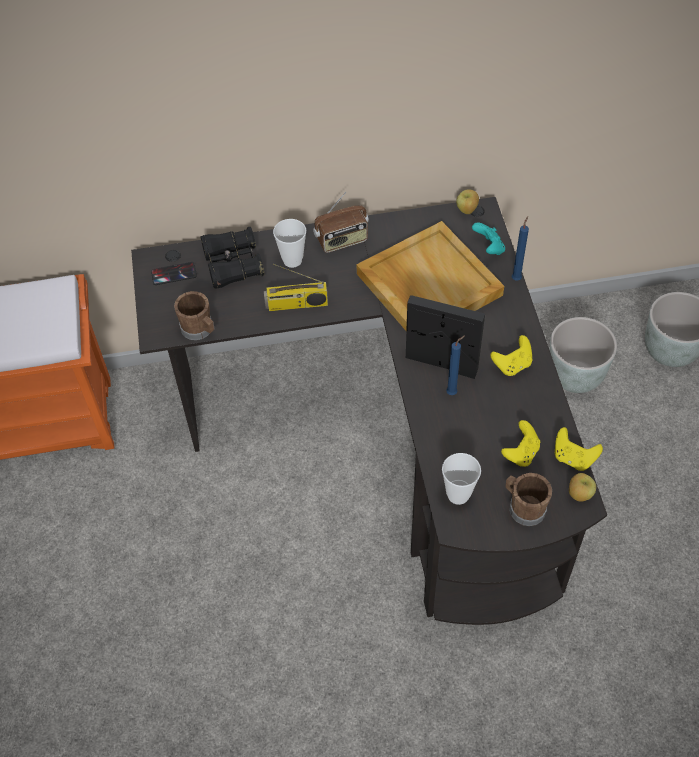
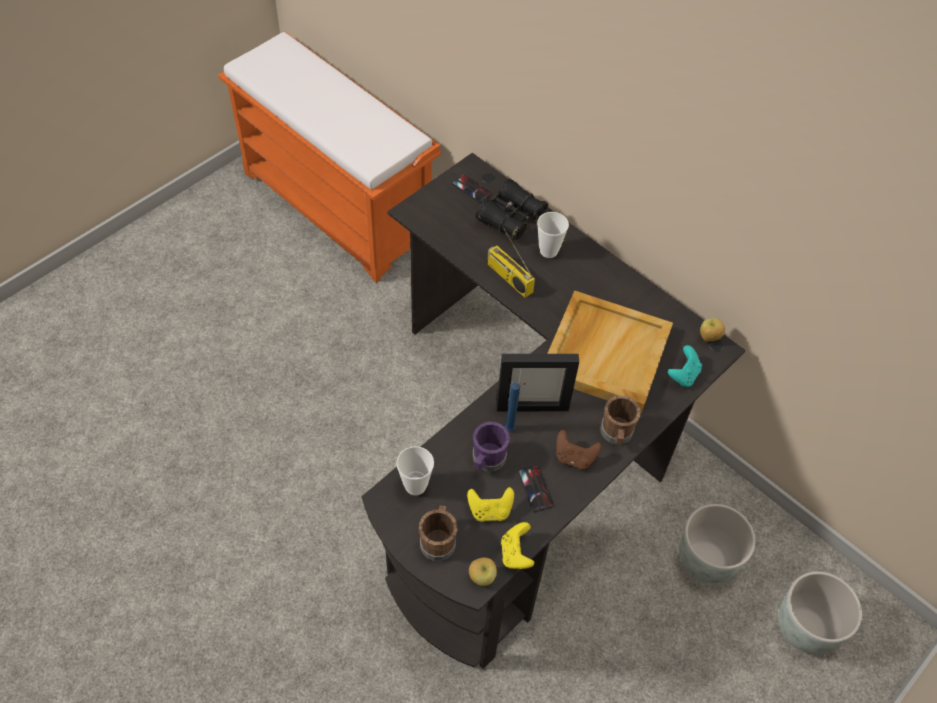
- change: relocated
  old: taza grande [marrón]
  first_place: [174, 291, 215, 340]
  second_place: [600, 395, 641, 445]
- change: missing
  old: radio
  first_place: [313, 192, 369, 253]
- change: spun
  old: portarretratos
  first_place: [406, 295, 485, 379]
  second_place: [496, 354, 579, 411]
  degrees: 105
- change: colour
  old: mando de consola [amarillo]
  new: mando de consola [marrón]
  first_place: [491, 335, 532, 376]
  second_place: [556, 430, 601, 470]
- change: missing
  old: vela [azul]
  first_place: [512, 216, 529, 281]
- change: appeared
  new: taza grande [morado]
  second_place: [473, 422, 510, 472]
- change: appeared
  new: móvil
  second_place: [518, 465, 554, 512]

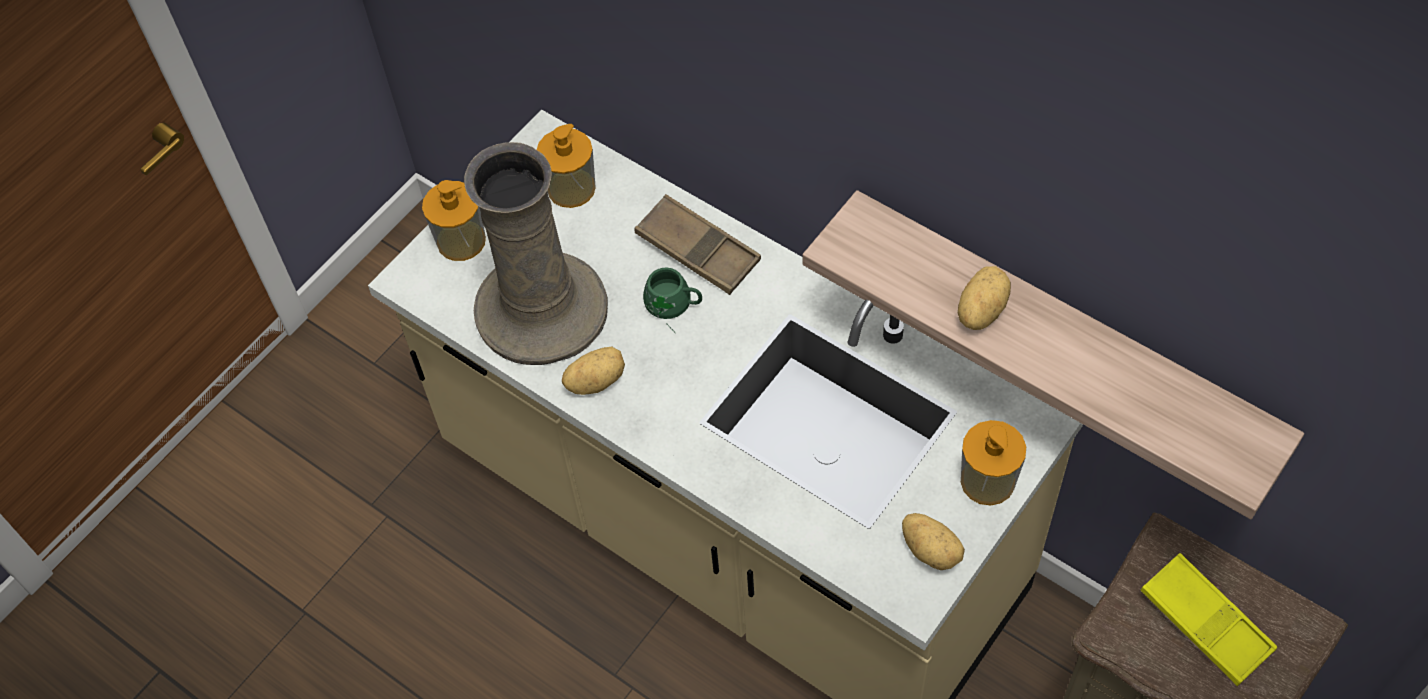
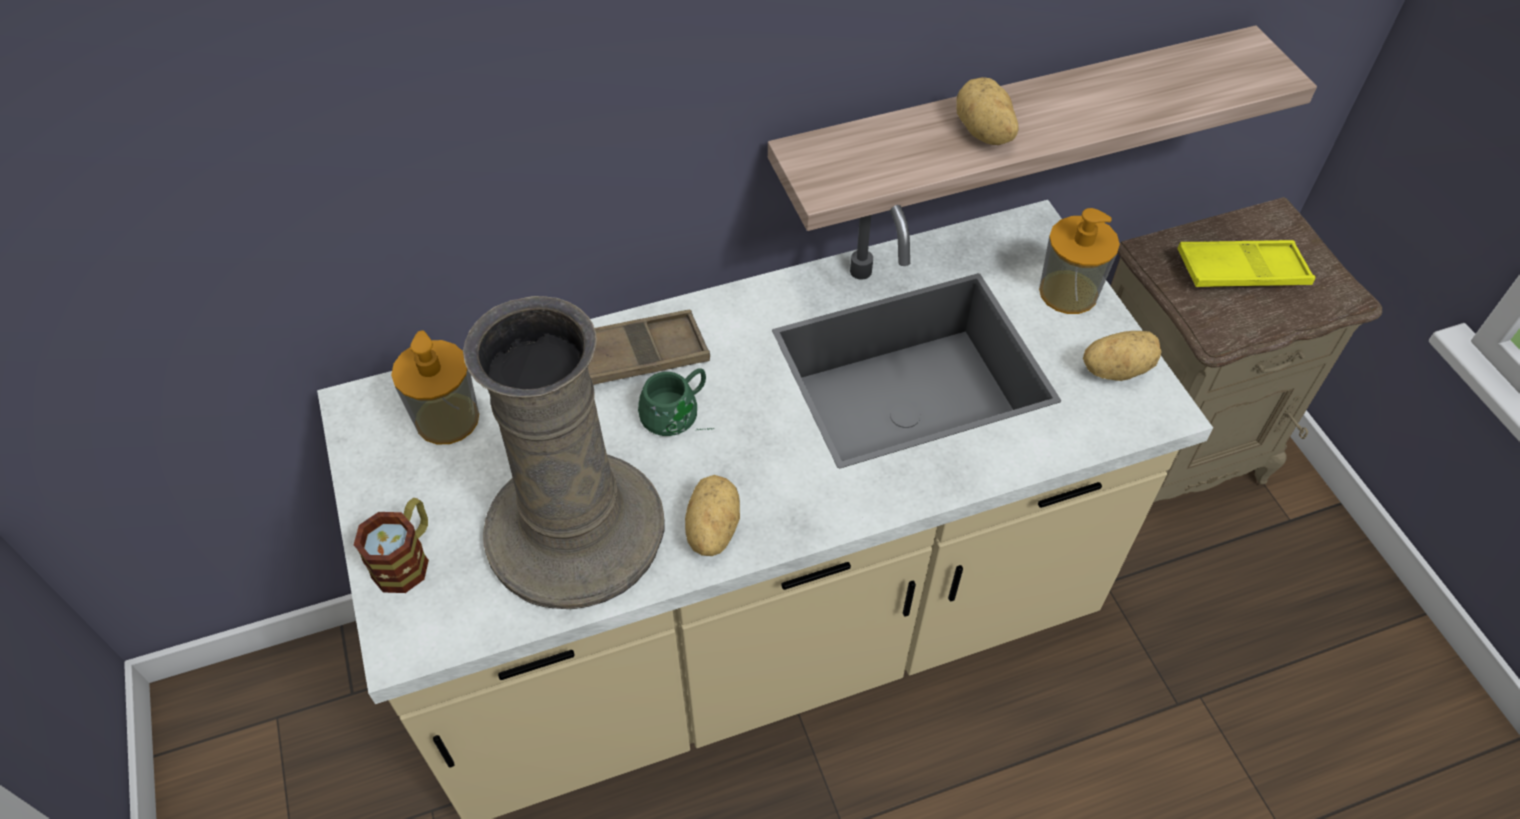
- change: exchanged
  old: dispensador de jabón
  new: taza grande
  first_place: [422, 180, 486, 261]
  second_place: [354, 498, 429, 593]

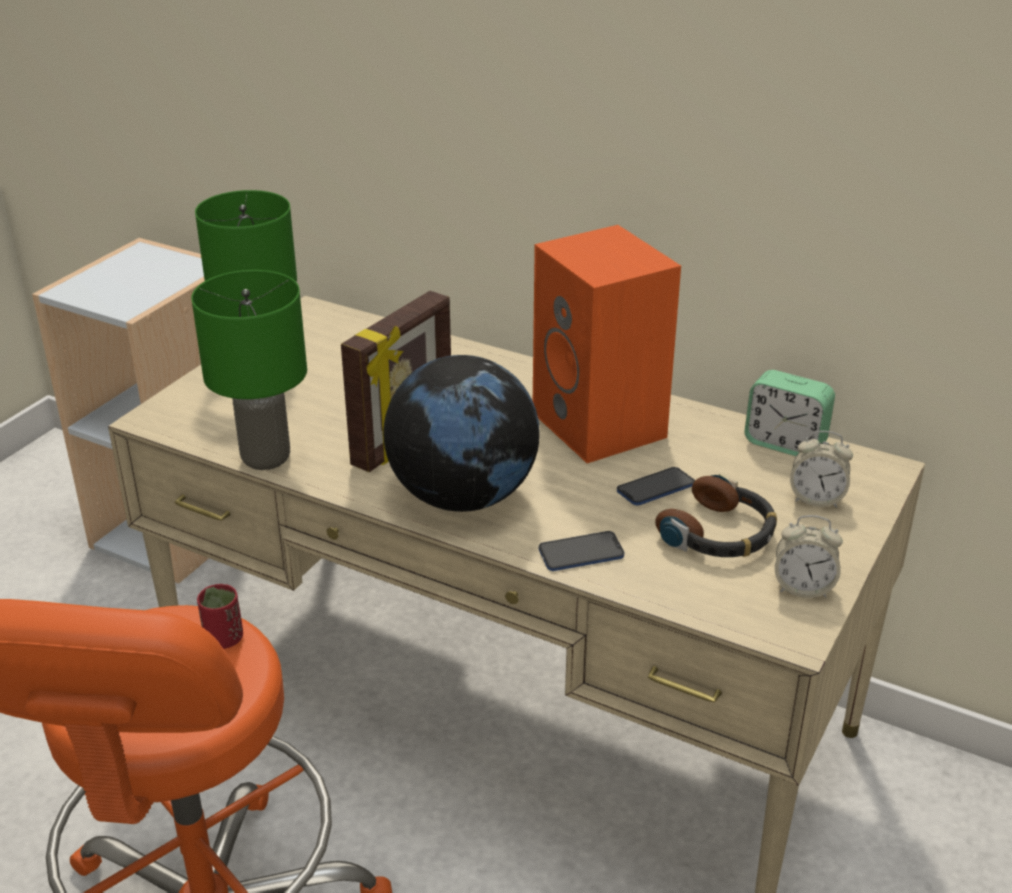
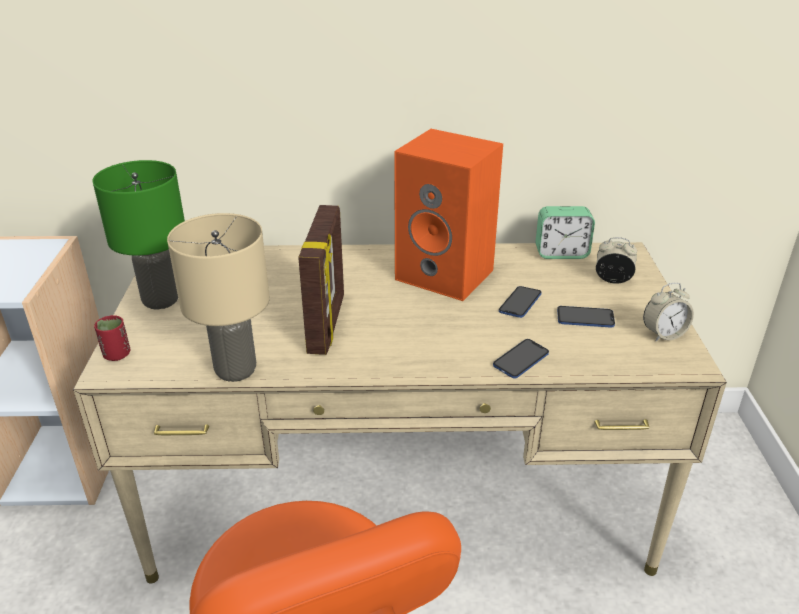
- change: colour
  old: lámpara de mesa [verde]
  new: lámpara de mesa [beis]
  first_place: [191, 270, 307, 470]
  second_place: [167, 213, 270, 382]
- change: relocated
  old: taza [rojo]
  first_place: [197, 584, 243, 649]
  second_place: [94, 315, 130, 361]
- change: missing
  old: globo terráqueo
  first_place: [384, 355, 540, 512]
- change: exchanged
  old: auriculares
  new: móvil
  first_place: [655, 474, 777, 557]
  second_place: [557, 306, 615, 328]
- change: spun
  old: despertador
  first_place: [790, 431, 853, 508]
  second_place: [596, 237, 637, 284]
  degrees: -150

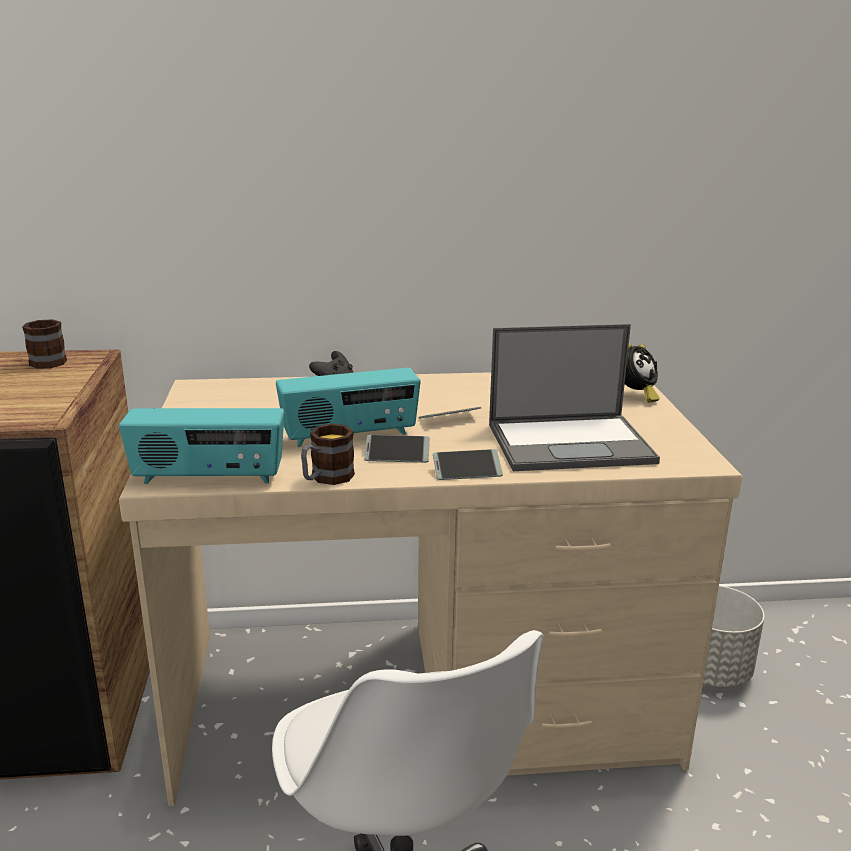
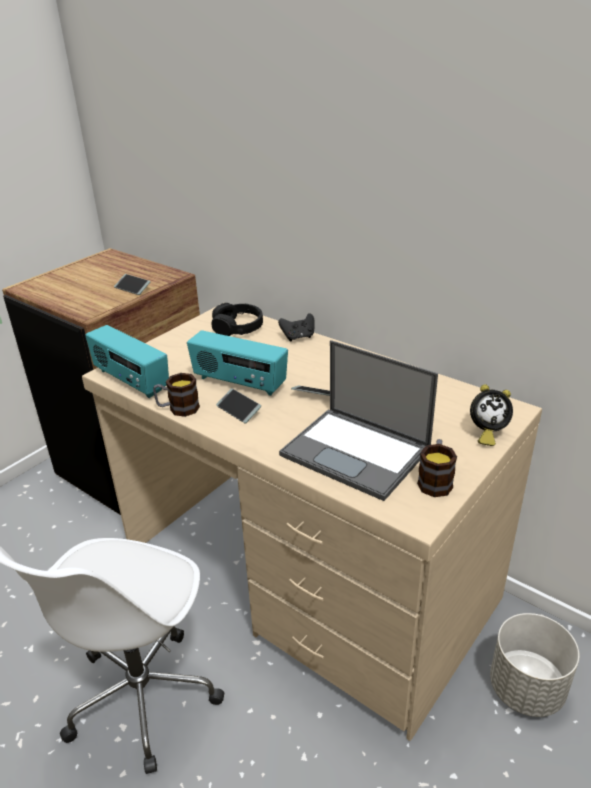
- change: relocated
  old: taza grande
  first_place: [22, 320, 67, 369]
  second_place: [417, 439, 457, 497]
- change: relocated
  old: móvil
  first_place: [433, 449, 503, 480]
  second_place: [114, 274, 150, 295]
- change: appeared
  new: auriculares [negro]
  second_place: [212, 303, 263, 336]

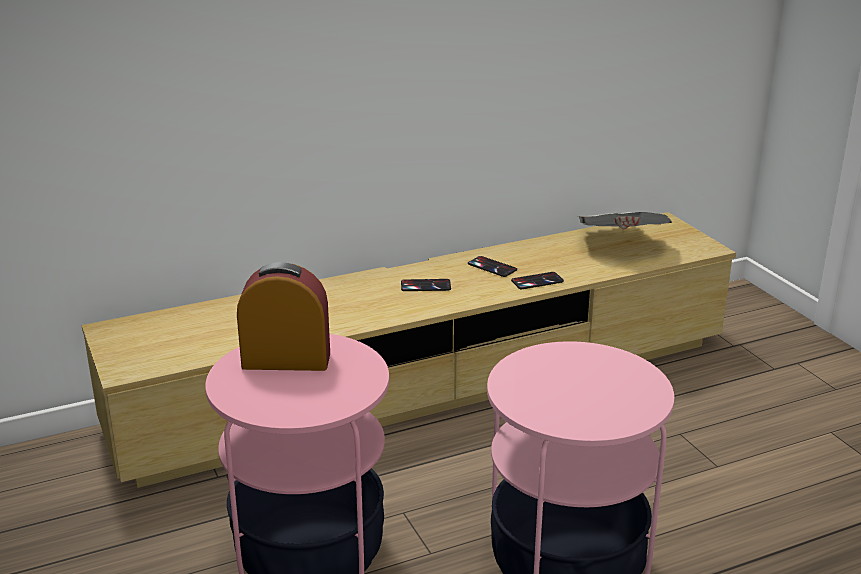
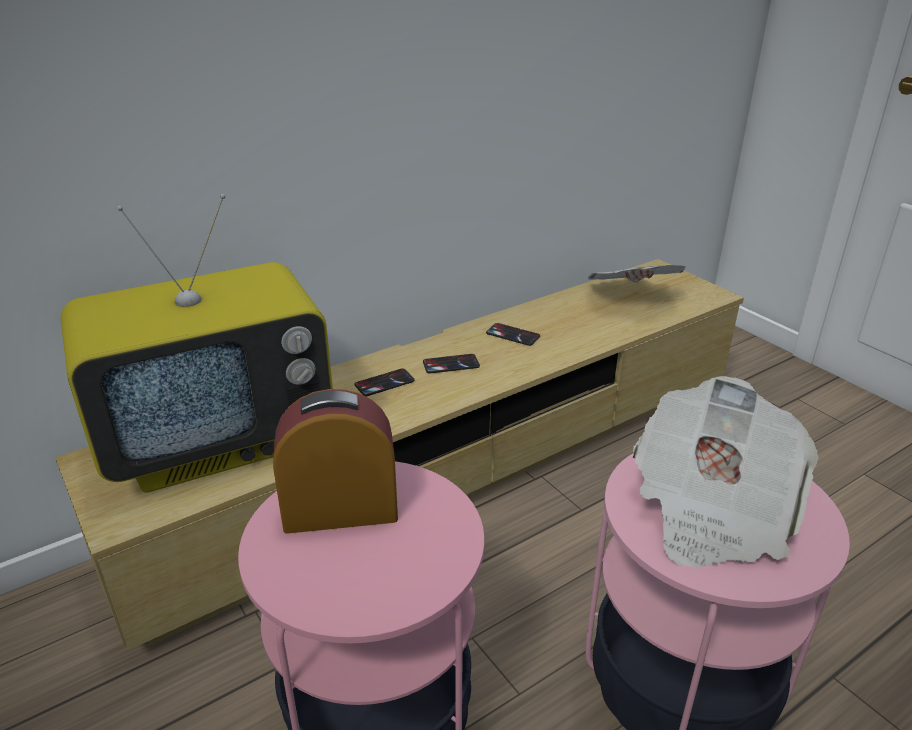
- change: relocated
  old: móvil
  first_place: [511, 272, 564, 289]
  second_place: [354, 368, 415, 396]
- change: appeared
  new: televisor
  second_place: [61, 194, 333, 493]
- change: appeared
  new: periódico
  second_place: [633, 376, 819, 567]

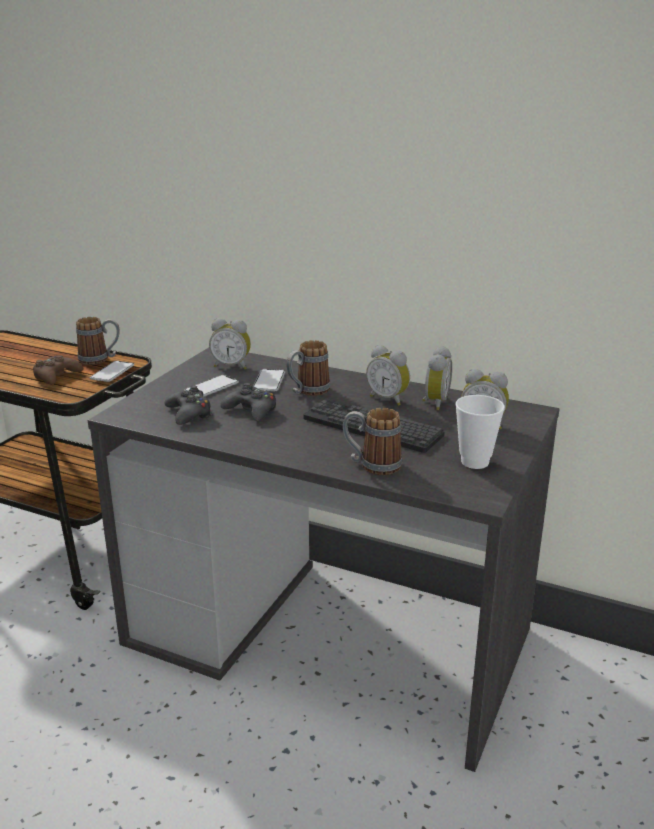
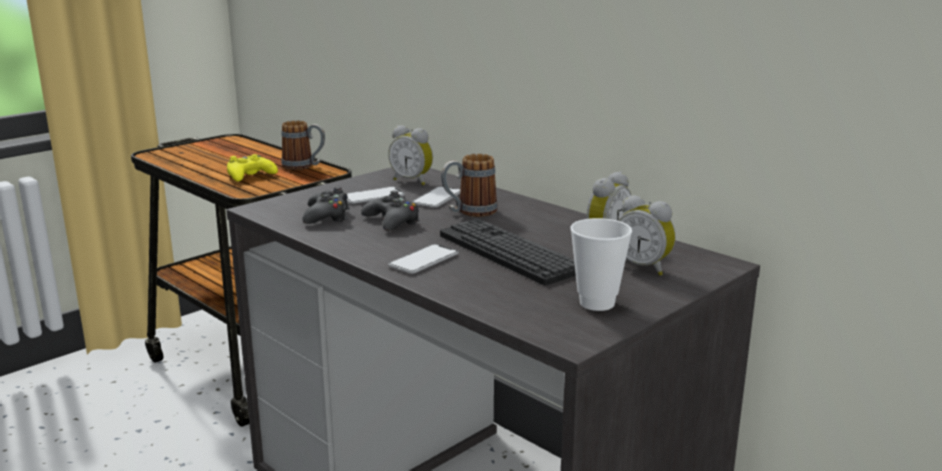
- change: colour
  old: mando de consola [marrón]
  new: mando de consola [amarillo]
  first_place: [33, 355, 83, 385]
  second_place: [227, 154, 278, 182]
- change: relocated
  old: móvil
  first_place: [90, 361, 134, 382]
  second_place: [388, 244, 458, 274]
- change: missing
  old: taza grande
  first_place: [343, 408, 402, 475]
- change: missing
  old: despertador
  first_place: [366, 345, 410, 406]

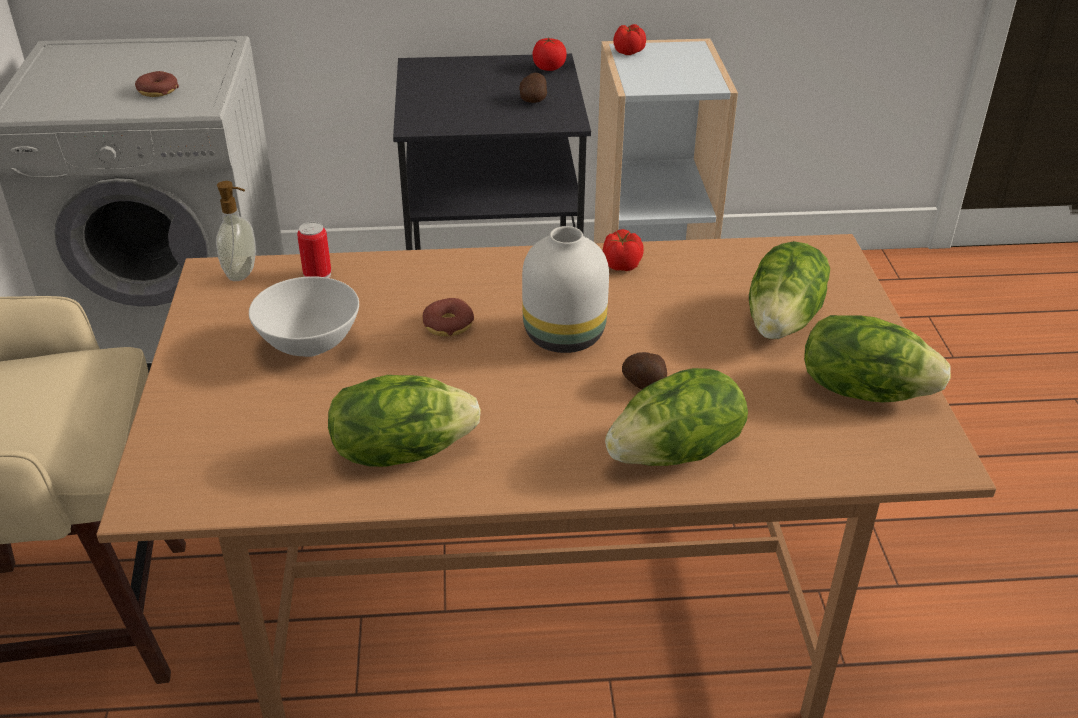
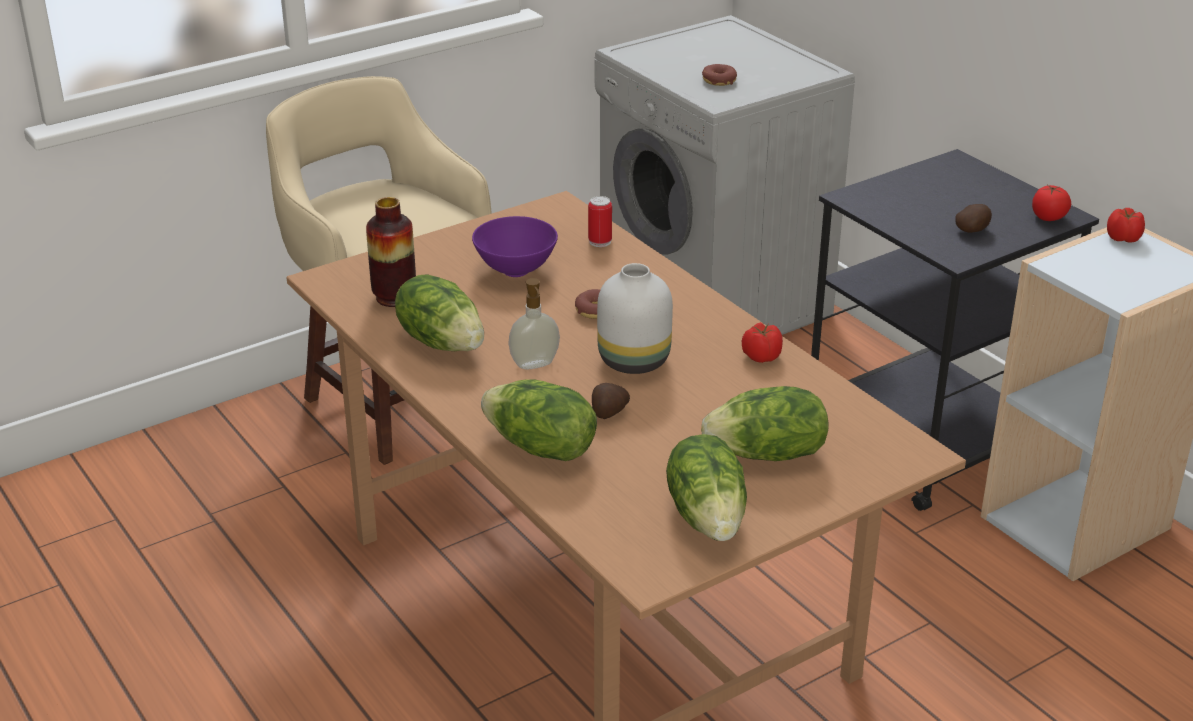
- change: relocated
  old: dispensador de jabón
  first_place: [216, 181, 256, 281]
  second_place: [508, 278, 560, 369]
- change: colour
  old: cuenco [blanco]
  new: cuenco [morado]
  first_place: [249, 276, 359, 357]
  second_place: [472, 216, 558, 277]
- change: appeared
  new: florero
  second_place: [366, 197, 416, 307]

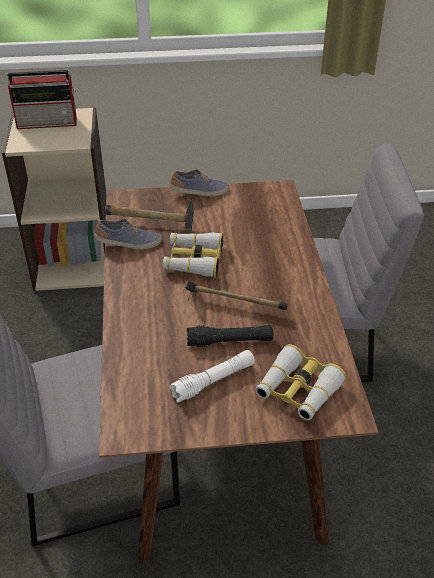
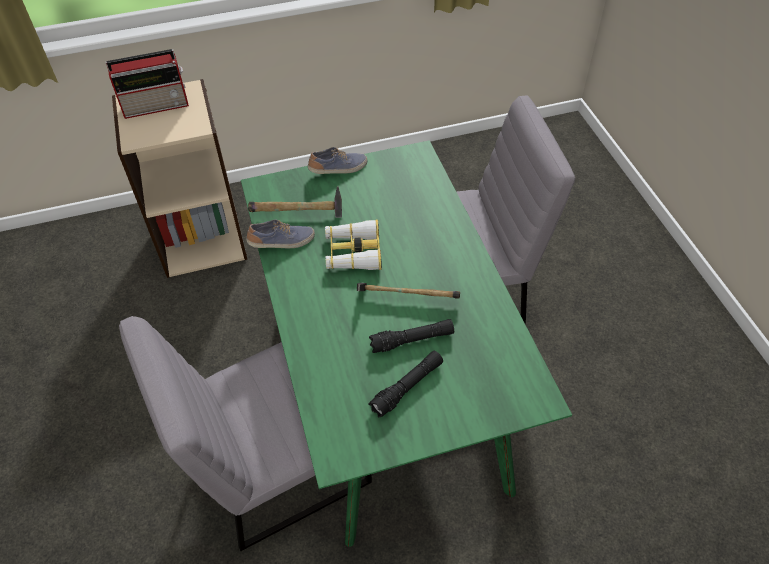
- change: colour
  old: mesa de comedor [marrón]
  new: mesa de comedor [verde]
  first_place: [99, 180, 379, 563]
  second_place: [241, 140, 572, 547]
- change: colour
  old: linterna [blanco]
  new: linterna [negro]
  first_place: [169, 350, 255, 403]
  second_place: [368, 351, 443, 417]
- change: missing
  old: prismáticos
  first_place: [255, 344, 346, 421]

